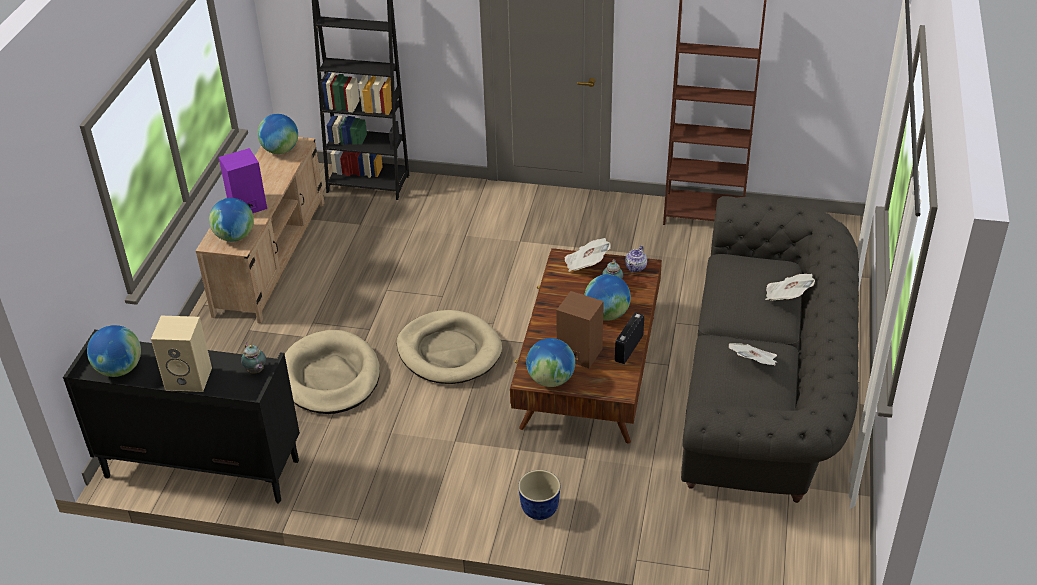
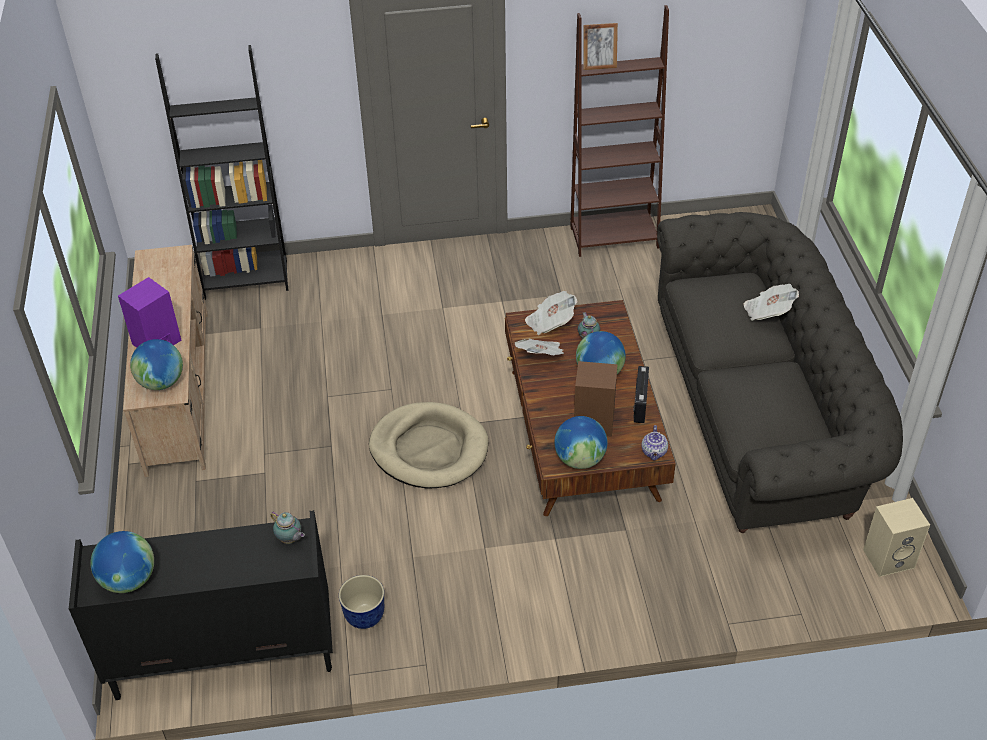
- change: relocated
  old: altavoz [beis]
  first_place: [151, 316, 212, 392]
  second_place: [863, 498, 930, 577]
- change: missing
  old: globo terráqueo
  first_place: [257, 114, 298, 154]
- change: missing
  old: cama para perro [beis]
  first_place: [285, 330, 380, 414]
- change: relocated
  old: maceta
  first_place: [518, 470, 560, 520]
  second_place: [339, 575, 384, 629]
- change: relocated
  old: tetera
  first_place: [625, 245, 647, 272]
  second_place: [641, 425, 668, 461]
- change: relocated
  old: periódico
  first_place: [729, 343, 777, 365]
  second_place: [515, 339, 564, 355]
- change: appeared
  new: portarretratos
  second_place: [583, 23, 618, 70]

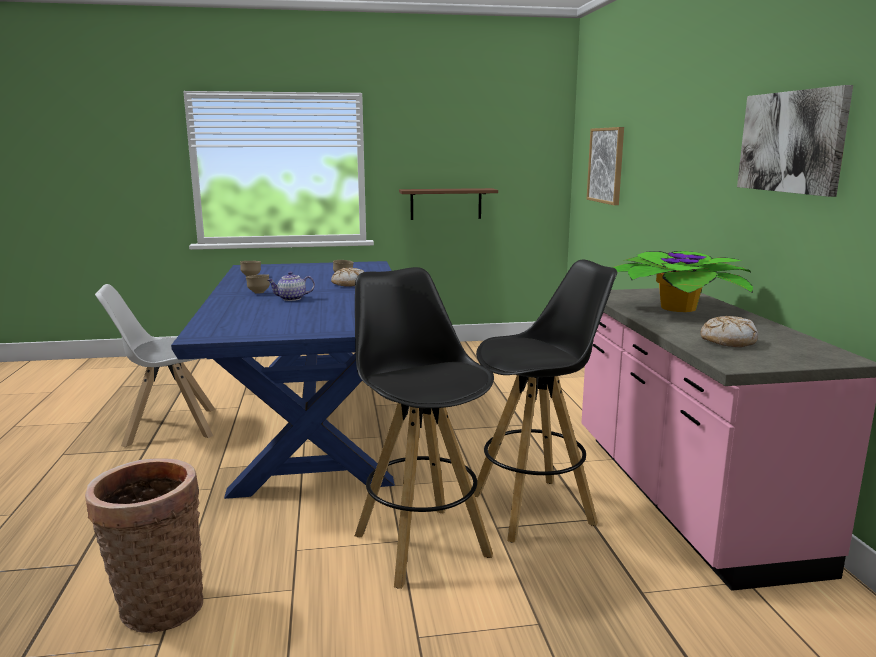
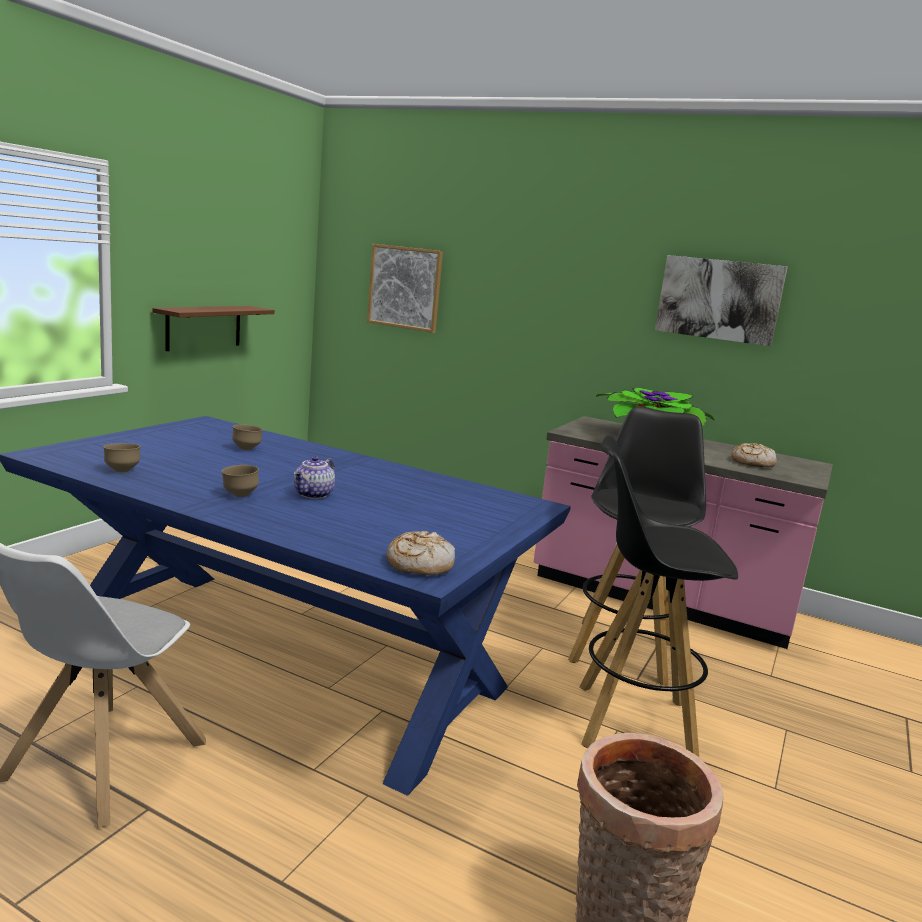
- change: relocated
  old: pan
  first_place: [331, 268, 364, 287]
  second_place: [387, 531, 455, 575]

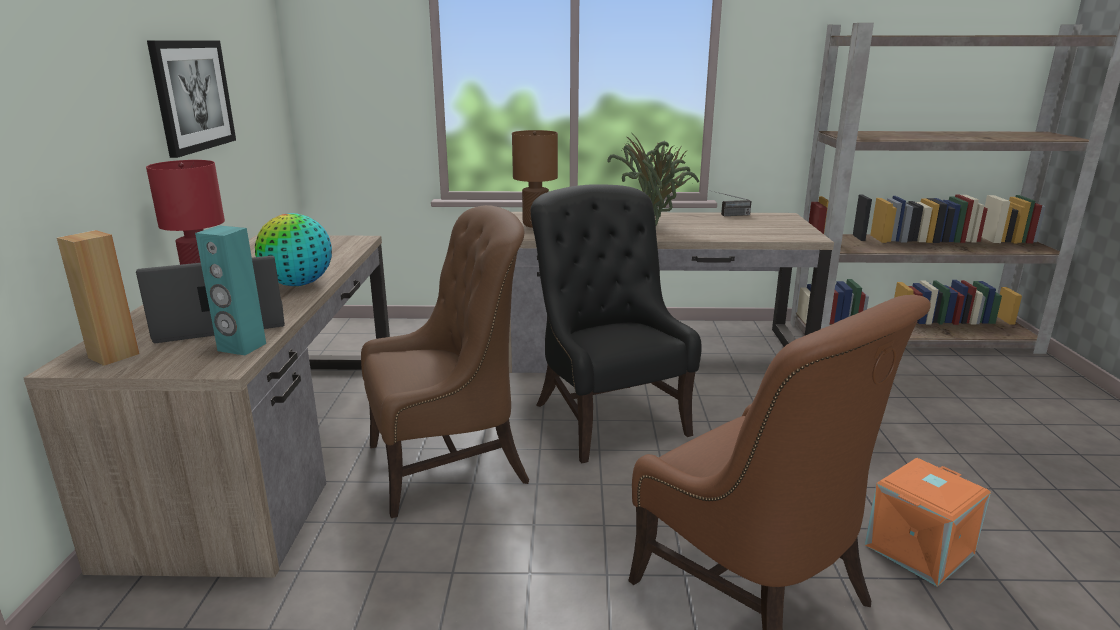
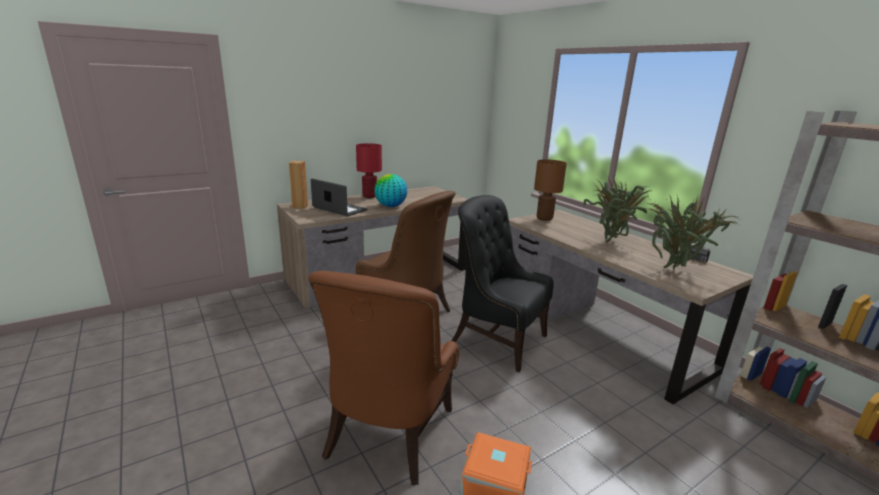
- change: missing
  old: cuadro
  first_place: [147, 41, 236, 158]
- change: missing
  old: altavoz [turquesa]
  first_place: [195, 225, 266, 355]
- change: spun
  old: silla [negro]
  first_place: [531, 184, 702, 463]
  second_place: [452, 195, 554, 372]
  degrees: -90
- change: appeared
  new: planta en maceta
  second_place: [648, 195, 742, 269]

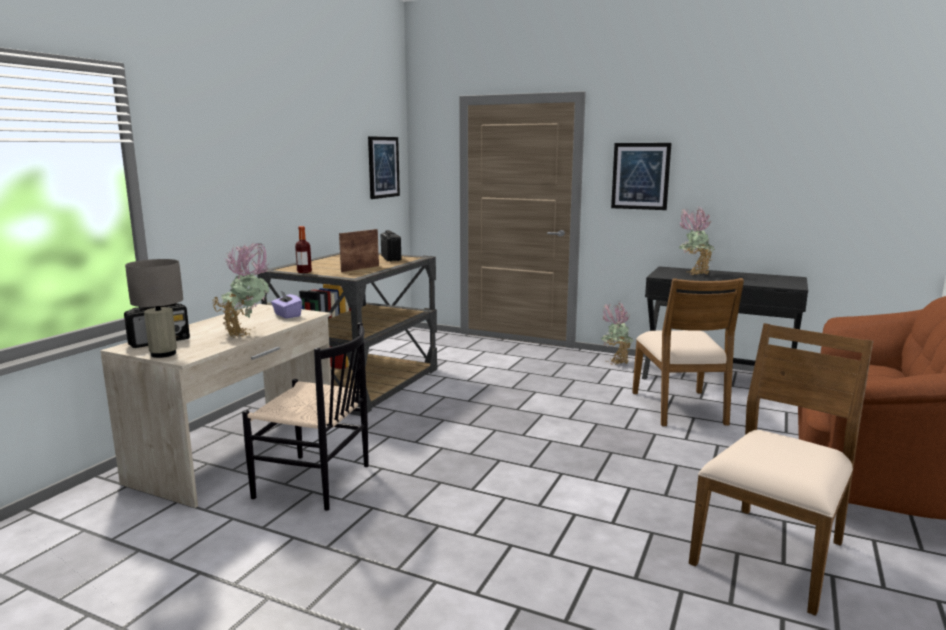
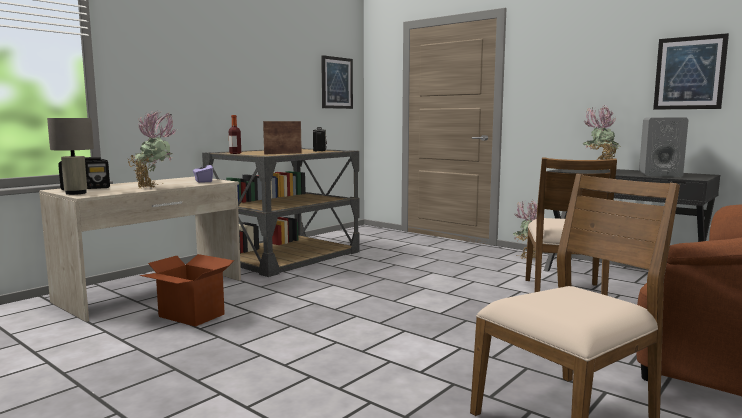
- change: exchanged
  old: silla [negro]
  new: caja de cartón
  first_place: [242, 322, 369, 511]
  second_place: [140, 254, 234, 327]
- change: relocated
  old: cuadro
  first_place: [611, 143, 671, 210]
  second_place: [653, 33, 729, 110]
- change: appeared
  new: altavoz [gris]
  second_place: [639, 117, 688, 177]

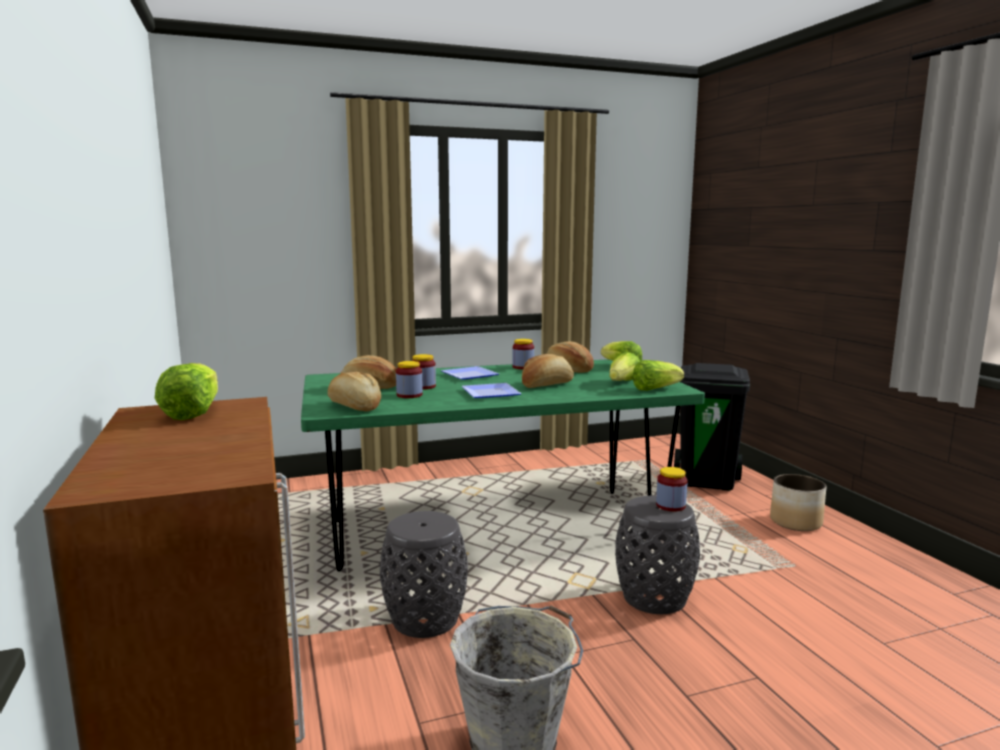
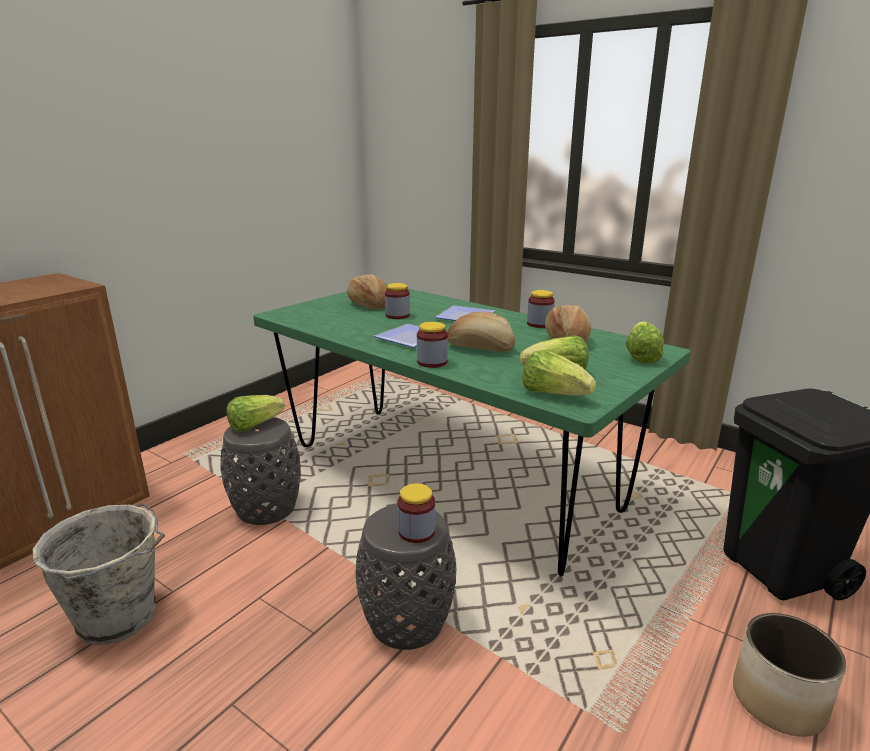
- change: relocated
  old: lechuga
  first_place: [155, 363, 218, 420]
  second_place: [227, 395, 285, 432]
- change: missing
  old: pan
  first_place: [327, 372, 381, 411]
- change: relocated
  old: tarro
  first_place: [396, 361, 423, 398]
  second_place: [417, 322, 448, 368]

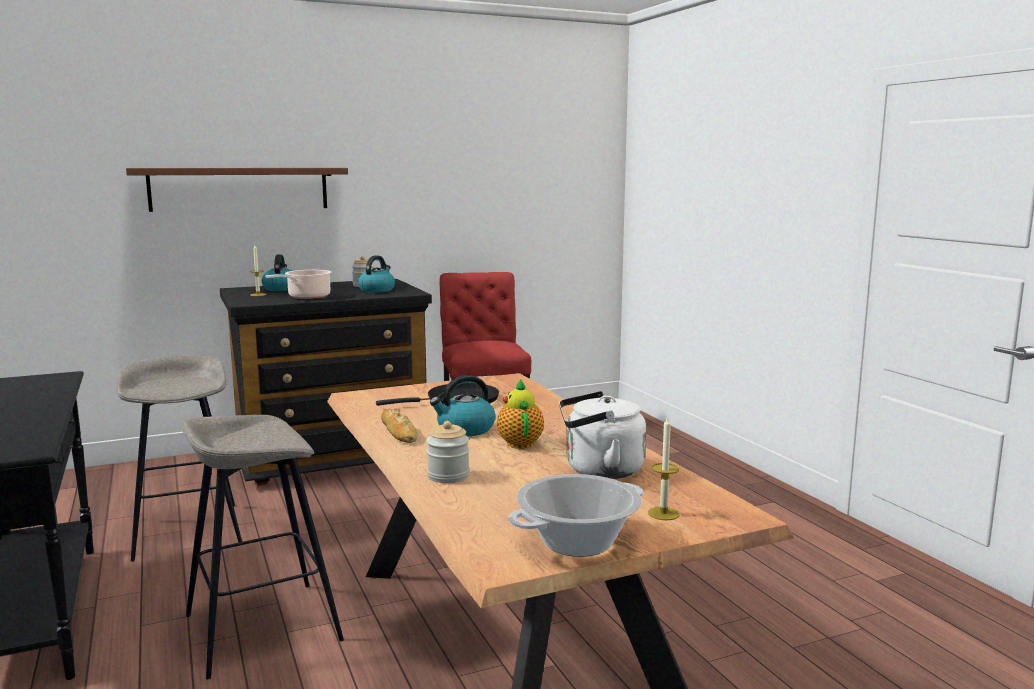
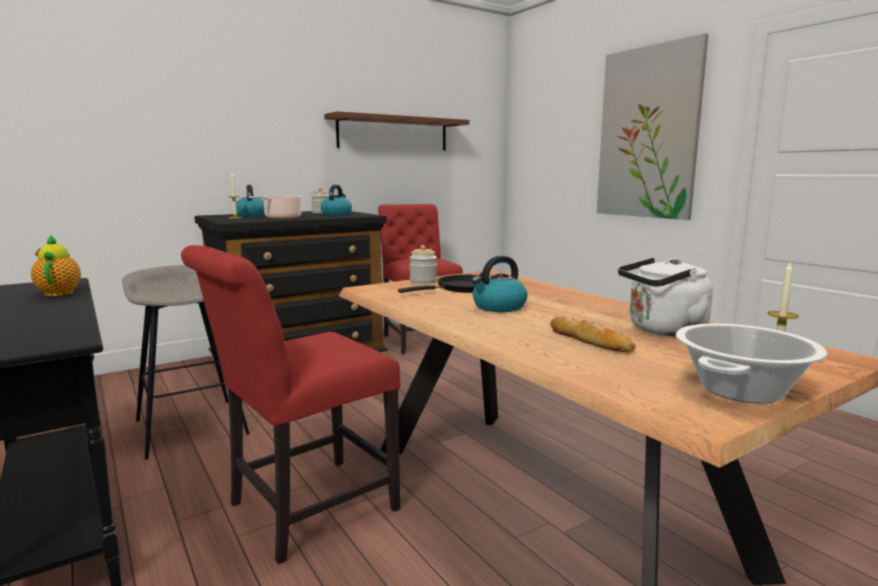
- change: relocated
  old: estante [marrón]
  first_place: [126, 168, 348, 212]
  second_place: [324, 111, 469, 151]
- change: exchanged
  old: taburete [gris]
  new: silla [rojo]
  first_place: [182, 415, 344, 679]
  second_place: [181, 245, 400, 564]
- change: relocated
  old: pan
  first_place: [381, 409, 418, 443]
  second_place: [551, 317, 636, 352]
- change: relocated
  old: tarro
  first_place: [426, 421, 469, 483]
  second_place: [409, 245, 437, 284]
- change: relocated
  old: tetera
  first_place: [497, 379, 544, 449]
  second_place: [31, 234, 81, 296]
- change: appeared
  new: cuadro
  second_place: [597, 33, 709, 220]

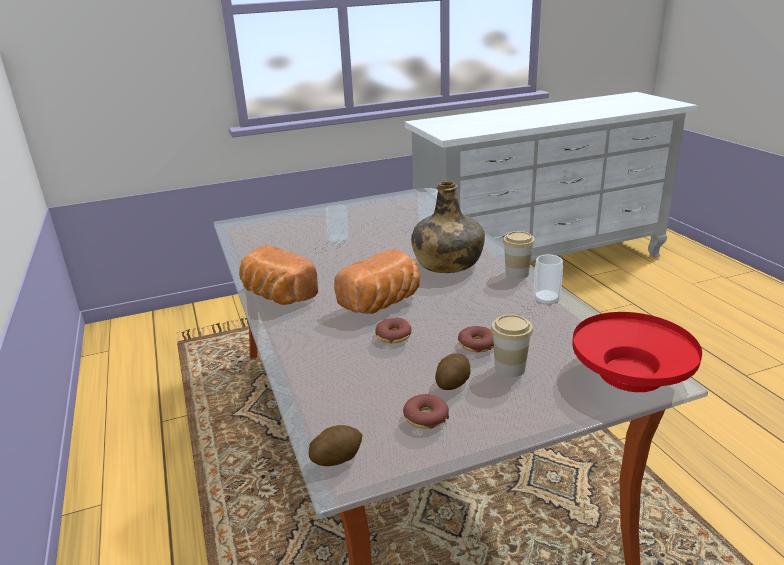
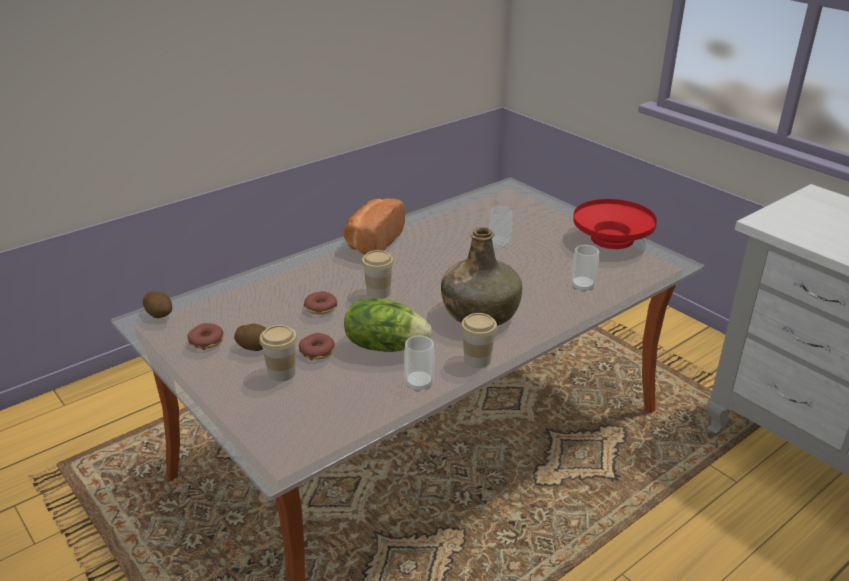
- change: exchanged
  old: pan
  new: taza
  first_place: [334, 249, 420, 314]
  second_place: [362, 250, 394, 299]
- change: relocated
  old: cuenco [rojo]
  first_place: [572, 312, 702, 392]
  second_place: [573, 199, 657, 249]
- change: appeared
  new: lechuga
  second_place: [344, 298, 432, 352]

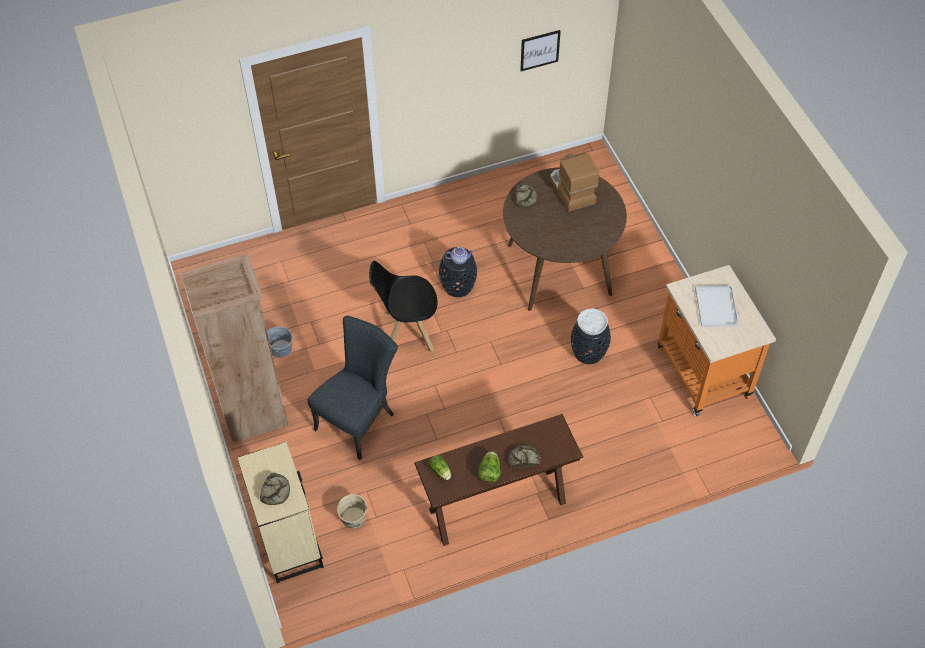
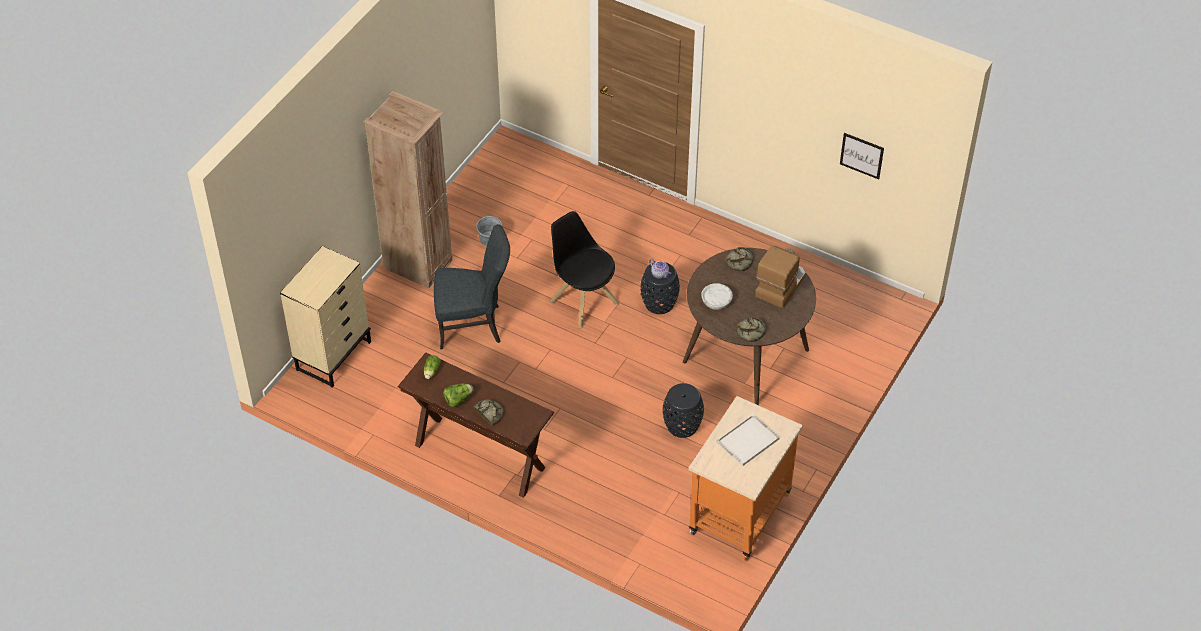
- change: relocated
  old: pan
  first_place: [260, 473, 290, 505]
  second_place: [736, 317, 766, 342]
- change: missing
  old: cubo [beis]
  first_place: [337, 494, 367, 528]
- change: relocated
  old: cuenco [blanco]
  first_place: [577, 309, 608, 335]
  second_place: [702, 283, 733, 310]

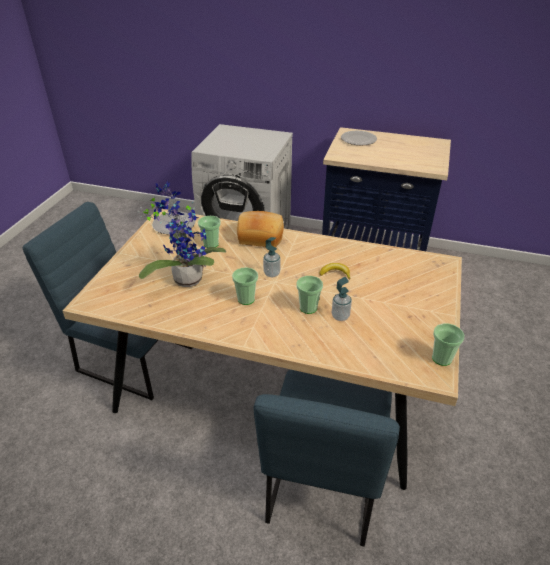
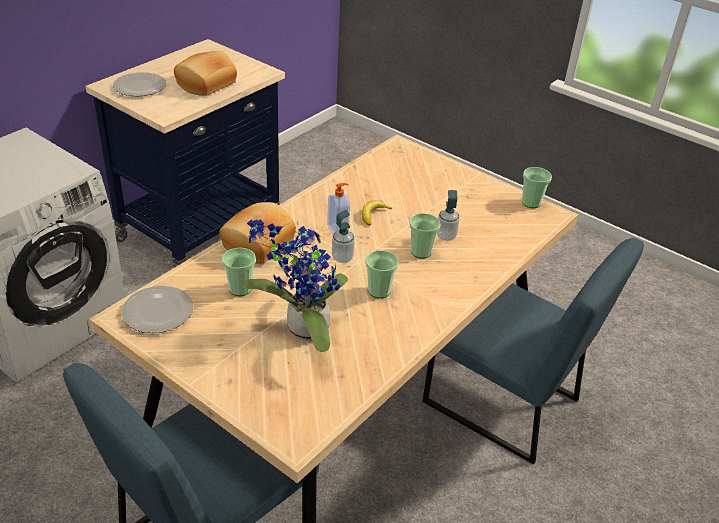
- change: appeared
  new: pan
  second_place: [174, 51, 237, 96]
- change: appeared
  new: dispensador de jabón
  second_place: [327, 183, 350, 234]

